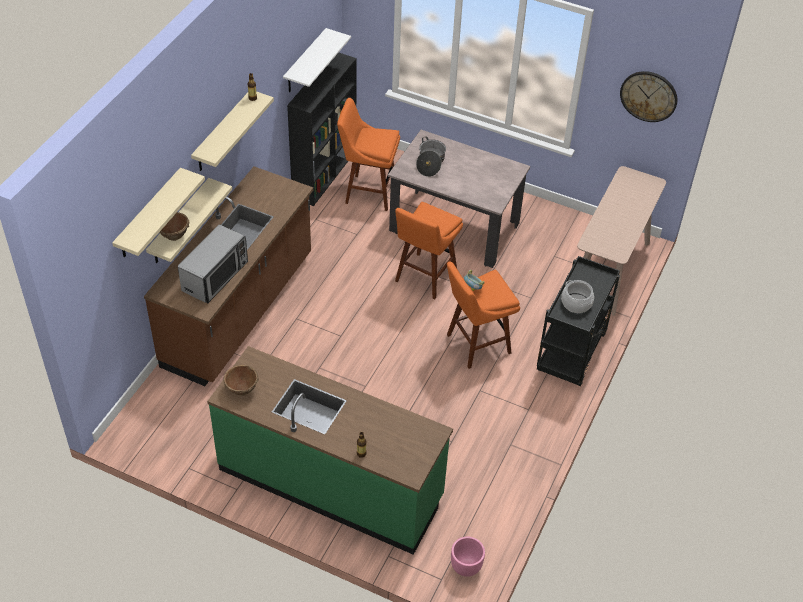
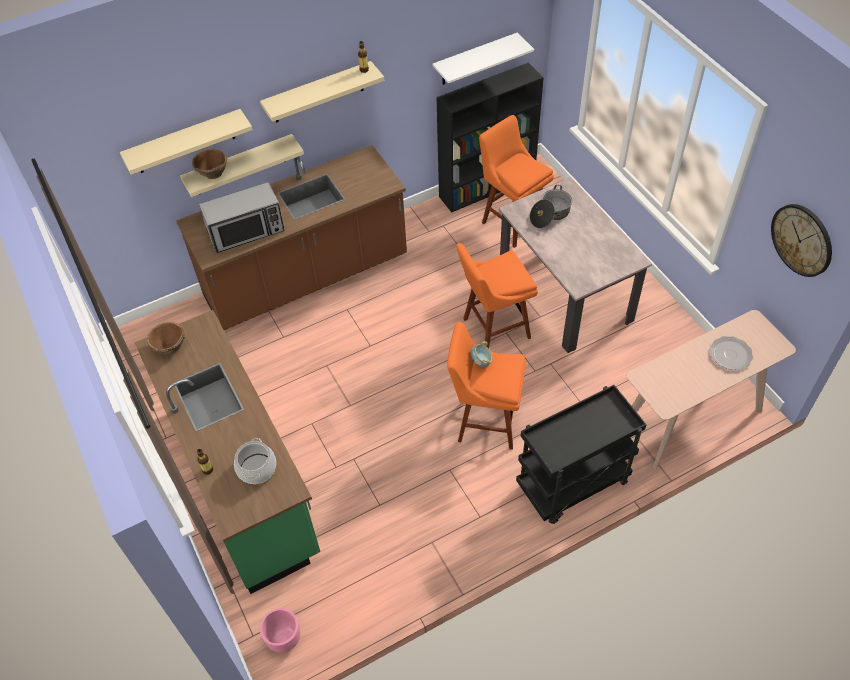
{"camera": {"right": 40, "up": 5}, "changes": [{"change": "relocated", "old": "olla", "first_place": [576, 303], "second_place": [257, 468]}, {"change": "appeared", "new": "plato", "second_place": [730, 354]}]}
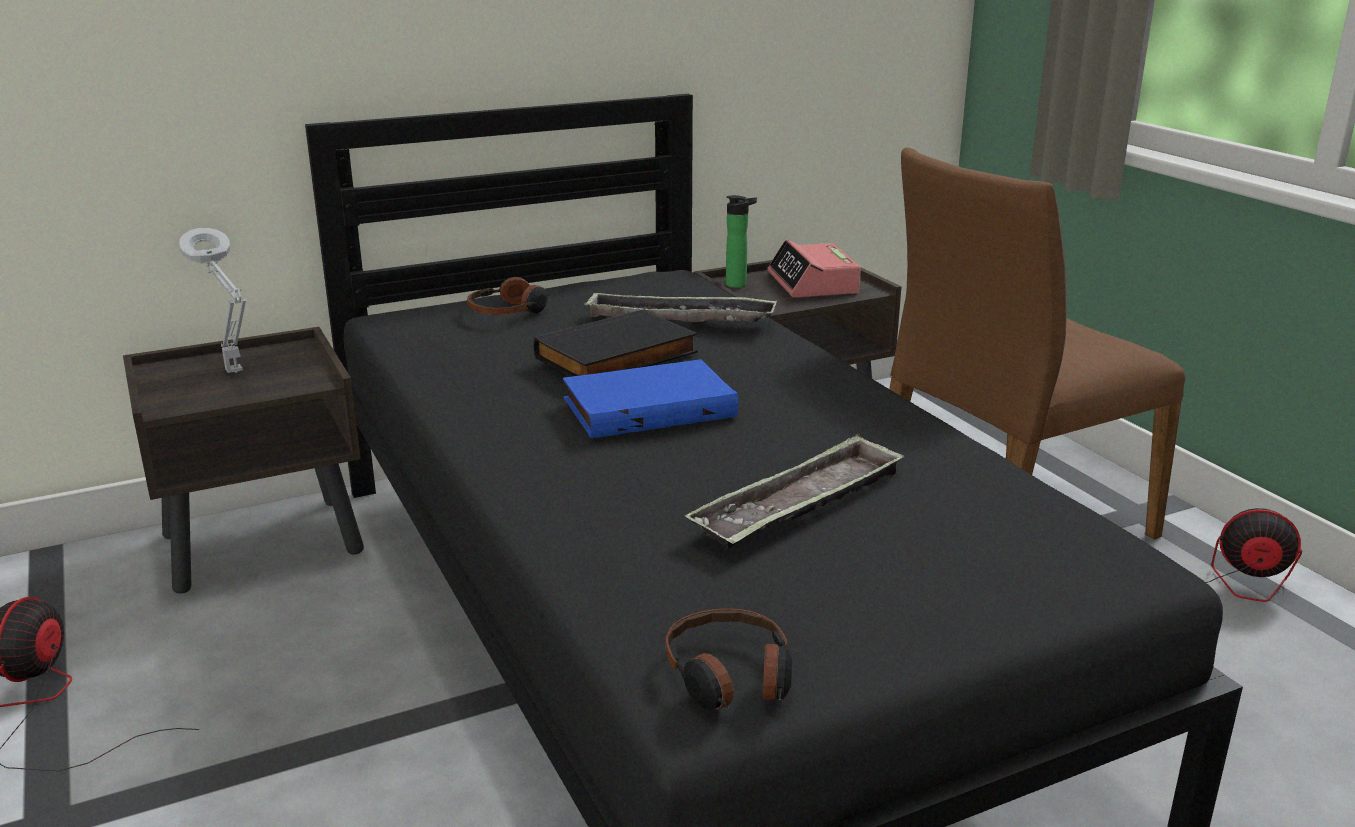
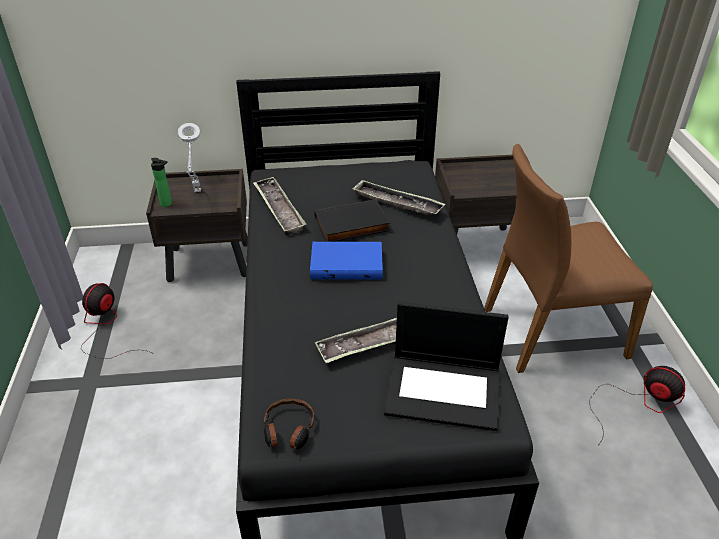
{"camera": {"right": 20, "up": 15}, "changes": [{"change": "relocated", "old": "botella", "first_place": [739, 285], "second_place": [167, 204]}, {"change": "missing", "old": "despertador", "first_place": [813, 284]}, {"change": "missing", "old": "auriculares", "first_place": [509, 311]}, {"change": "appeared", "new": "bandeja", "second_place": [279, 209]}, {"change": "appeared", "new": "portátil", "second_place": [444, 391]}]}
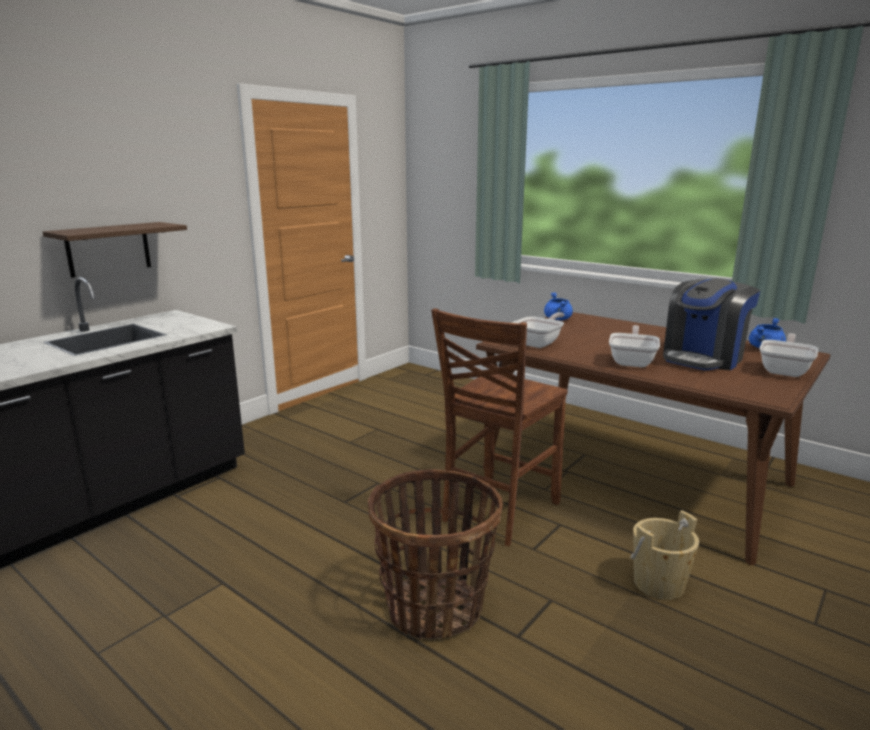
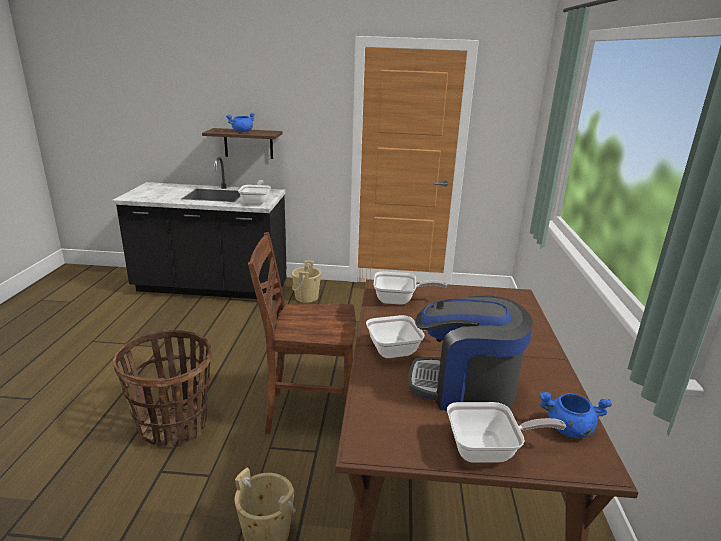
{"camera": {"right": 55, "up": 5}, "changes": [{"change": "relocated", "old": "olla [azul]", "first_place": [558, 319], "second_place": [242, 131]}, {"change": "appeared", "new": "sartén", "second_place": [256, 201]}, {"change": "appeared", "new": "cubo [beis]", "second_place": [306, 297]}]}
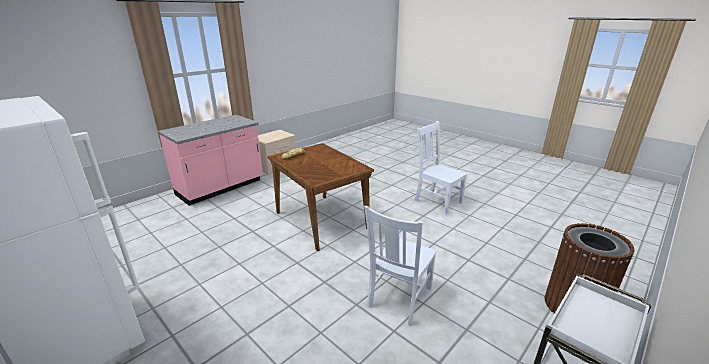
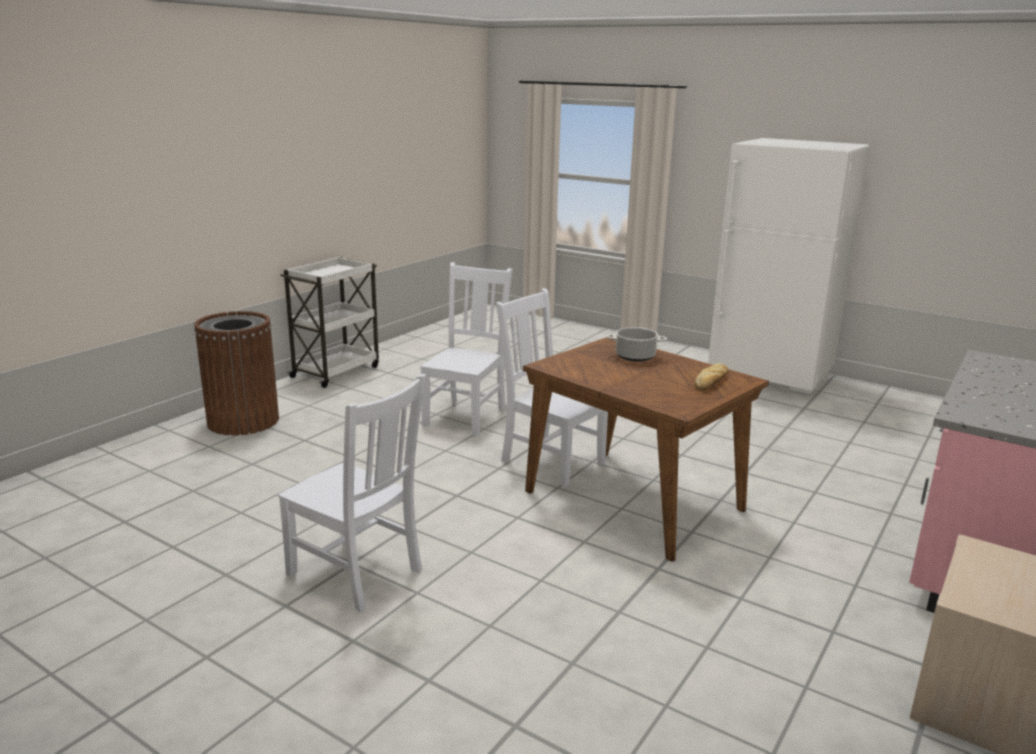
{"camera": {"right": 170, "up": -5}, "changes": [{"change": "appeared", "new": "silla [blanco]", "second_place": [550, 460]}, {"change": "appeared", "new": "olla", "second_place": [635, 356]}]}
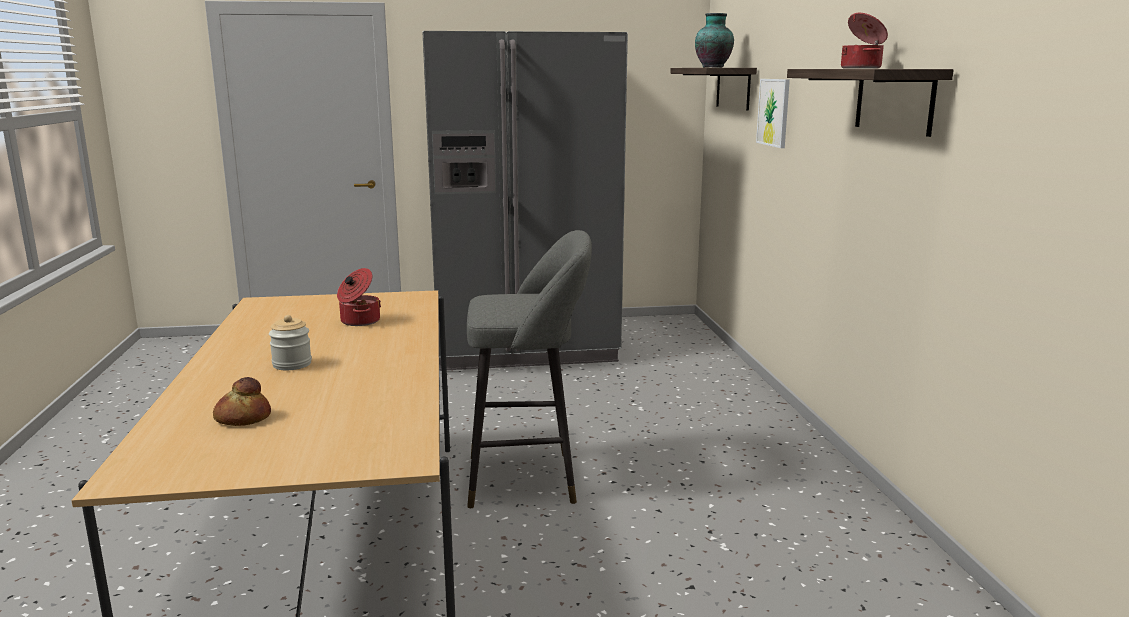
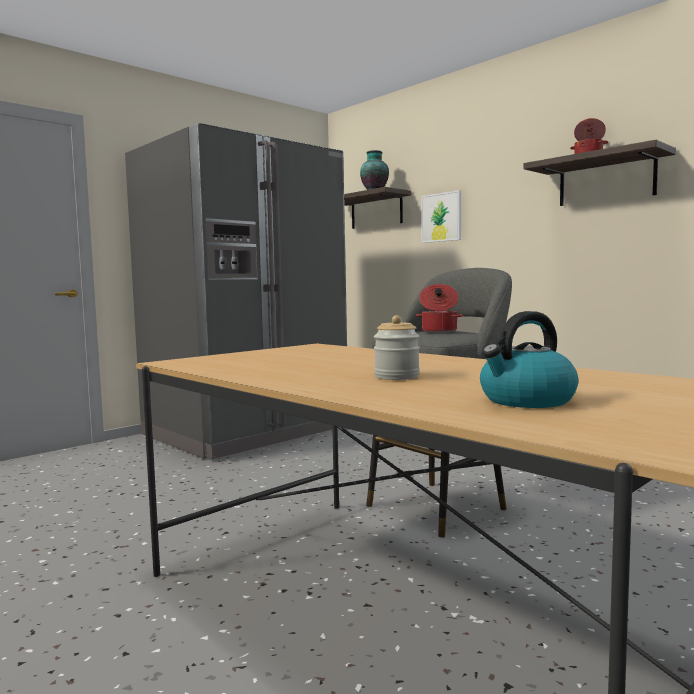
{"camera": {"right": -35, "up": -10}, "changes": [{"change": "relocated", "old": "olla", "first_place": [359, 321], "second_place": [438, 331]}, {"change": "exchanged", "old": "pan", "new": "hervidor", "first_place": [242, 418], "second_place": [526, 401]}]}
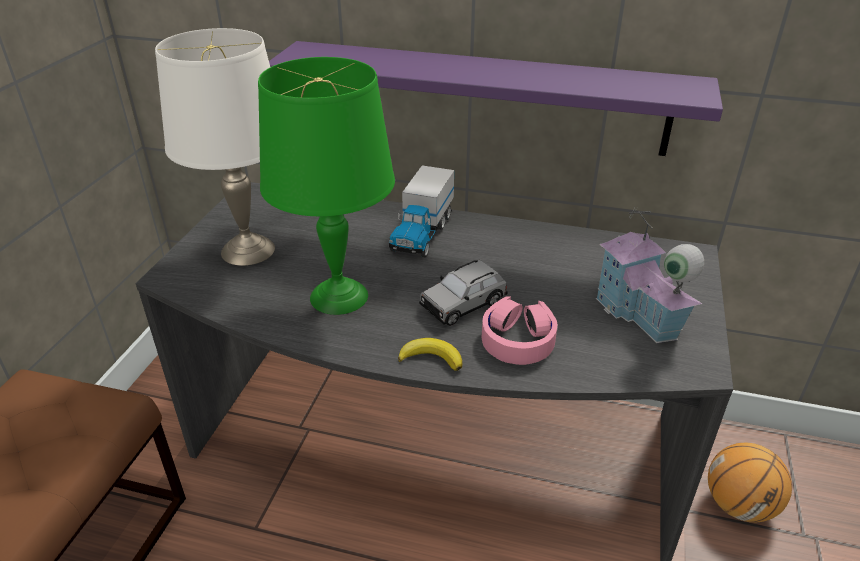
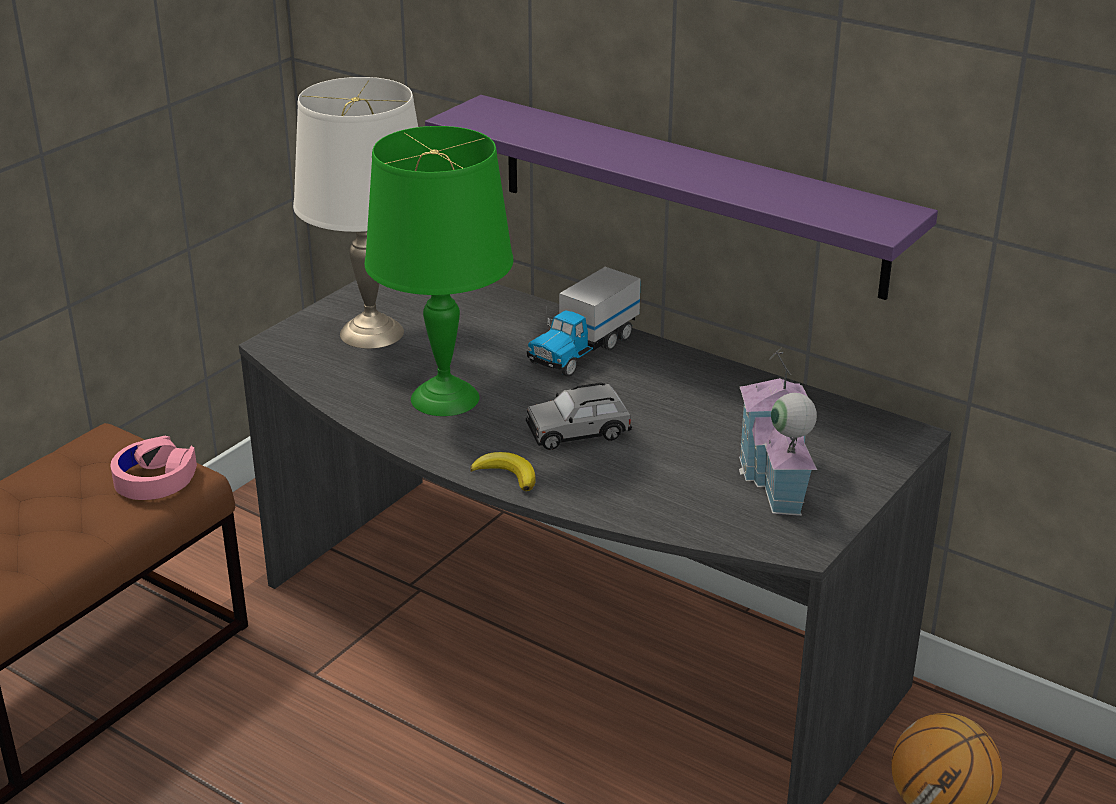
{"camera": {"right": 20, "up": -5}, "changes": [{"change": "relocated", "old": "auriculares [rosa]", "first_place": [518, 339], "second_place": [155, 479]}]}
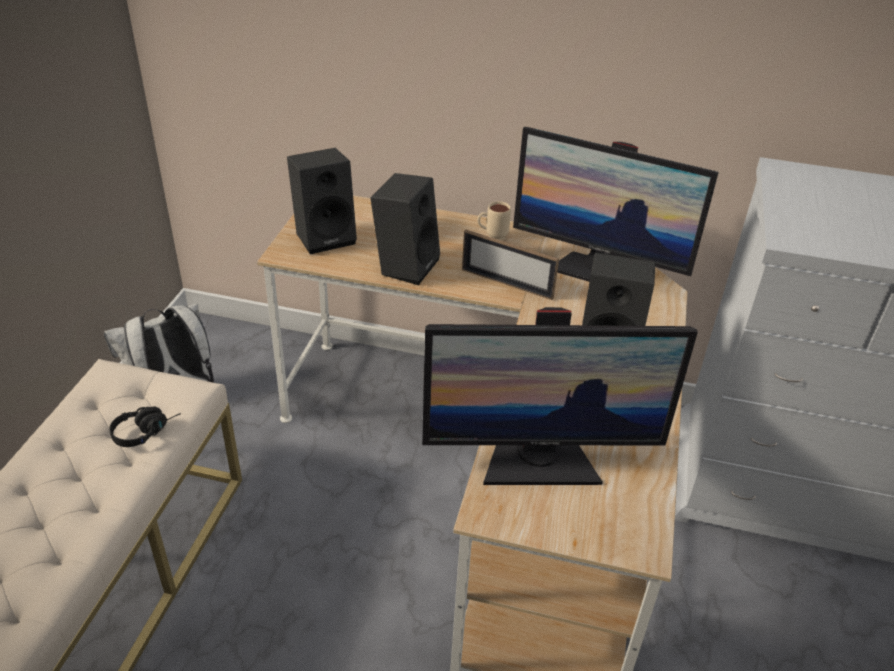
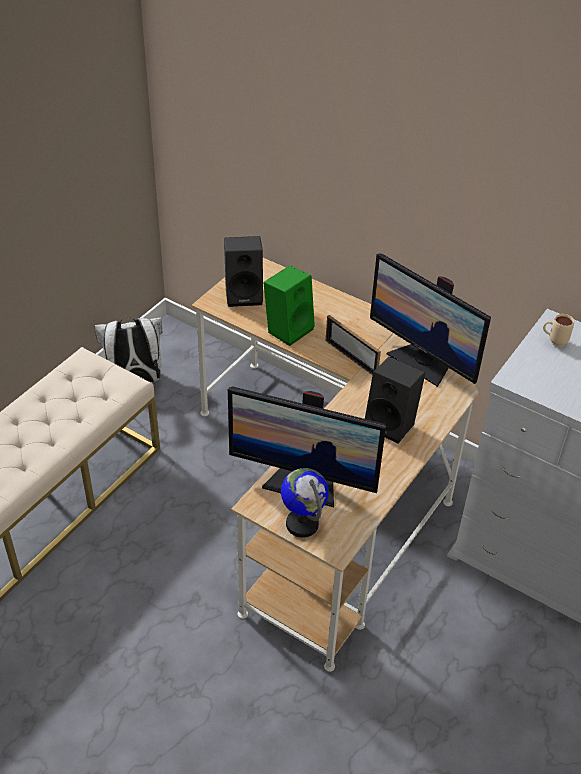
{"camera": {"right": 20, "up": 5}, "changes": [{"change": "colour", "old": "altavoz [negro]", "new": "altavoz [verde]", "first_place": [405, 265], "second_place": [288, 329]}, {"change": "relocated", "old": "taza grande [beis]", "first_place": [492, 237], "second_place": [553, 341]}, {"change": "missing", "old": "auriculares [negro]", "first_place": [146, 431]}, {"change": "appeared", "new": "globo terráqueo", "second_place": [302, 524]}]}
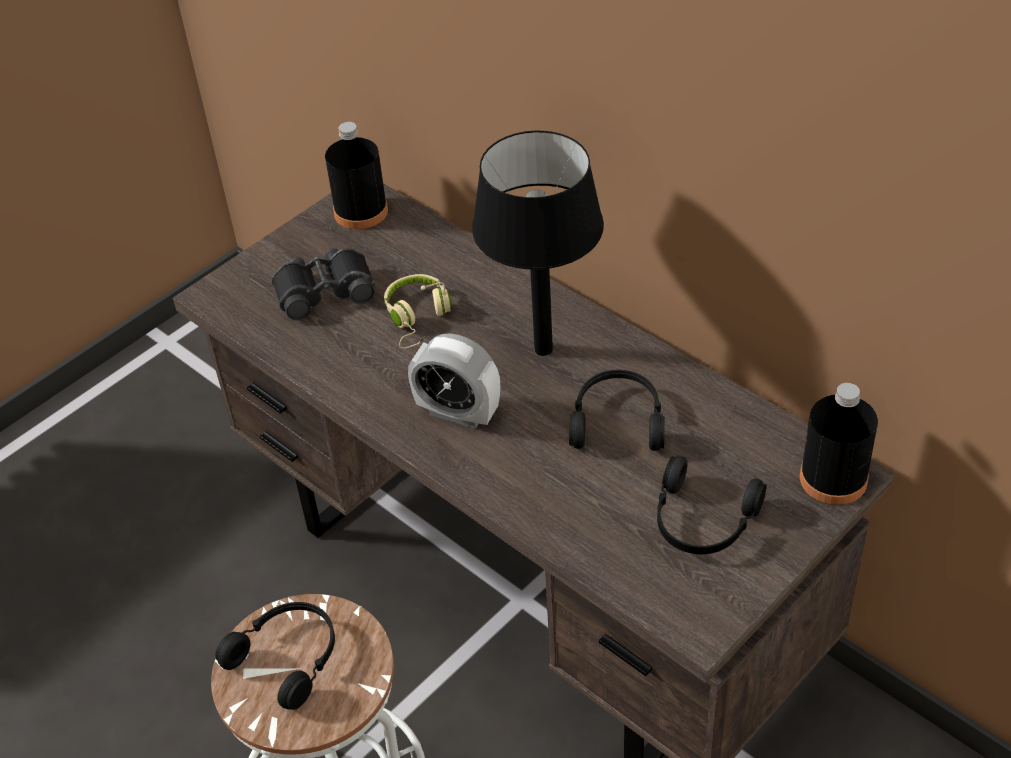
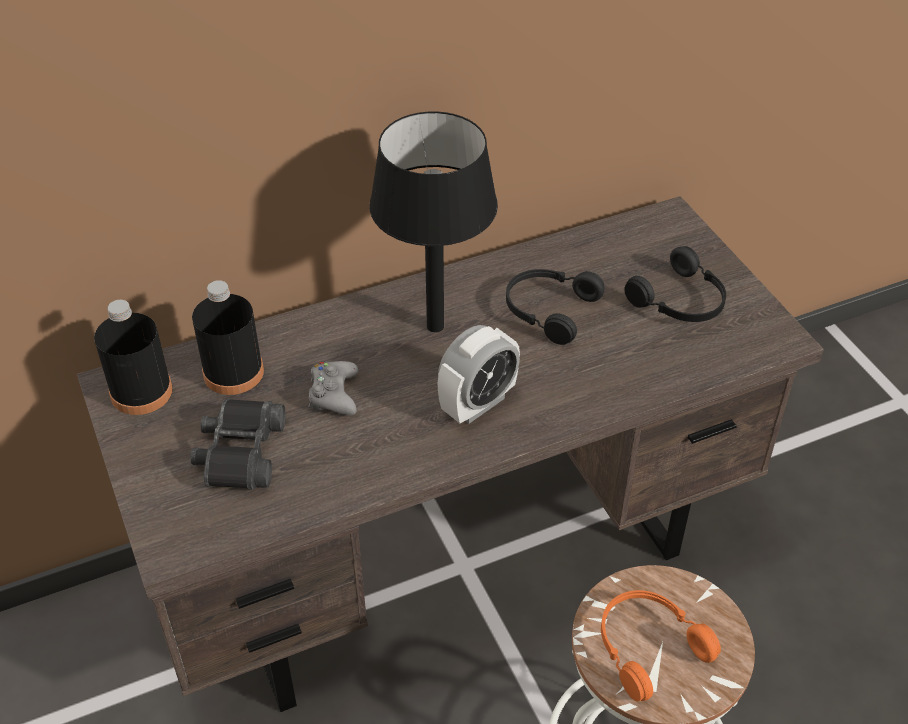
{"camera": {"right": -70, "up": 0}, "changes": [{"change": "exchanged", "old": "auriculares [beis]", "new": "mando de consola [gris]", "first_place": [418, 318], "second_place": [333, 394]}, {"change": "relocated", "old": "botella [negro]", "first_place": [833, 479], "second_place": [233, 372]}, {"change": "colour", "old": "auriculares [negro]", "new": "auriculares [naranja]", "first_place": [288, 657], "second_place": [647, 647]}]}
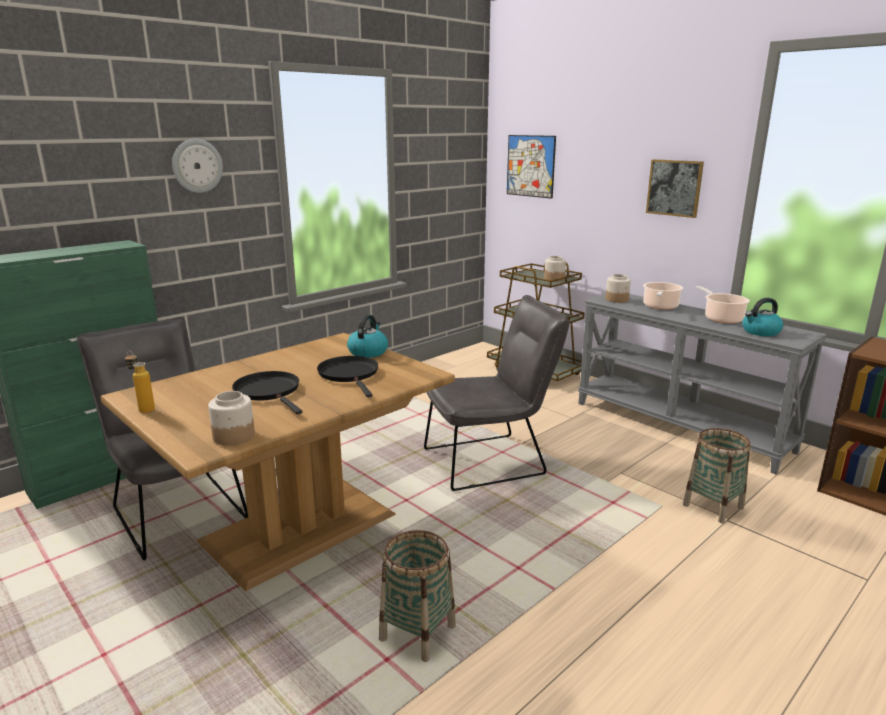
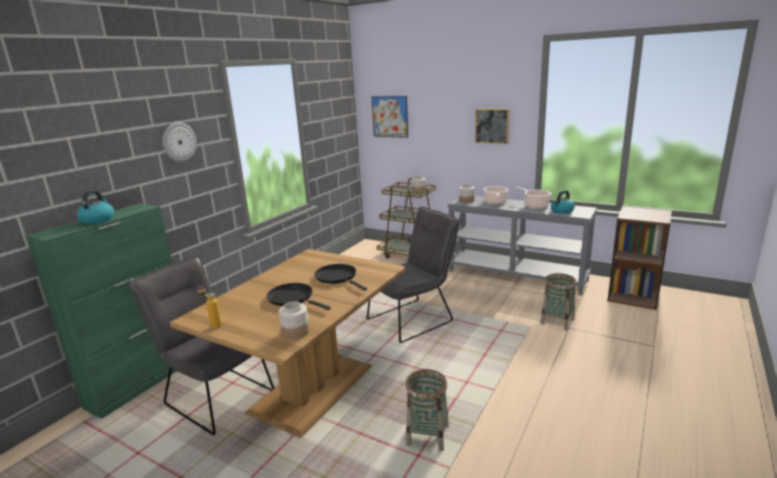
{"camera": {"right": -15, "up": 0}, "changes": [{"change": "relocated", "old": "hervidor", "first_place": [368, 352], "second_place": [98, 220]}]}
